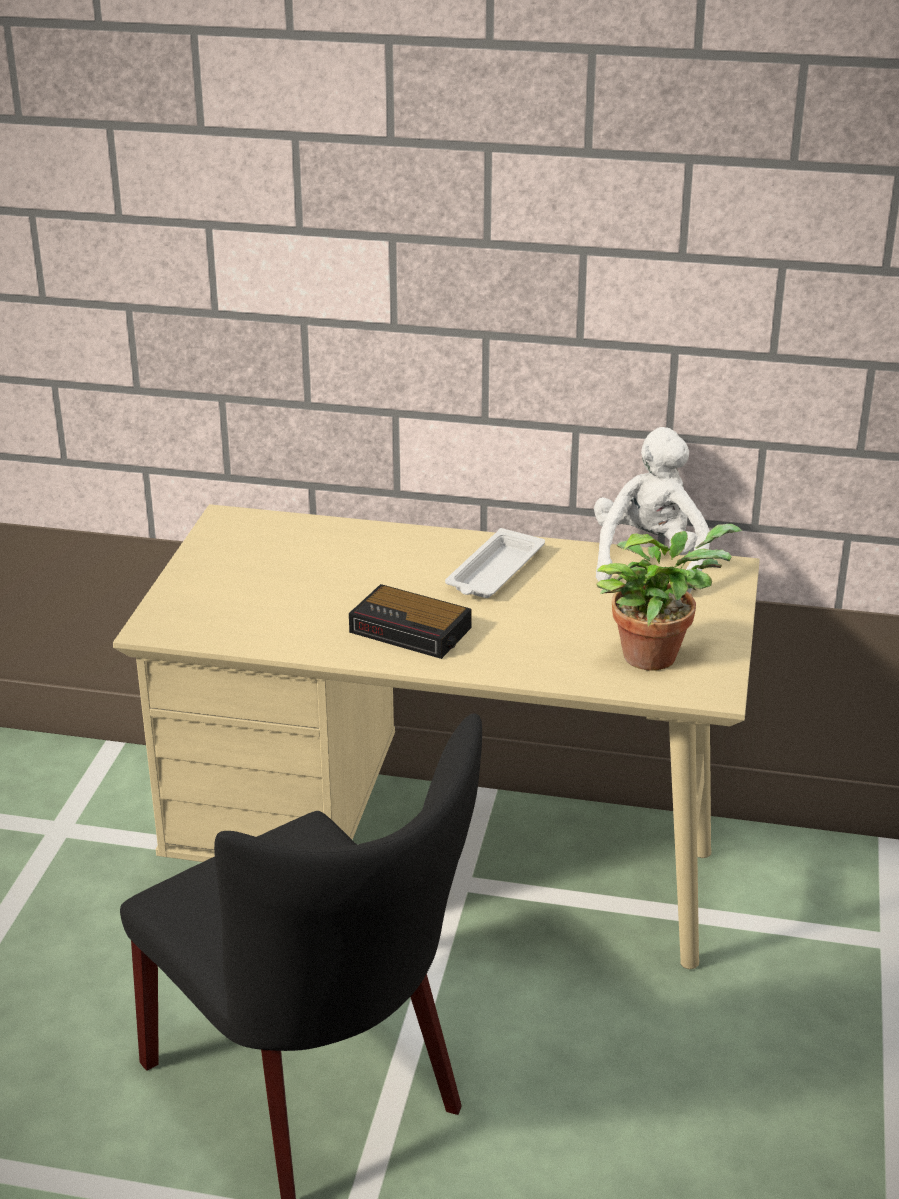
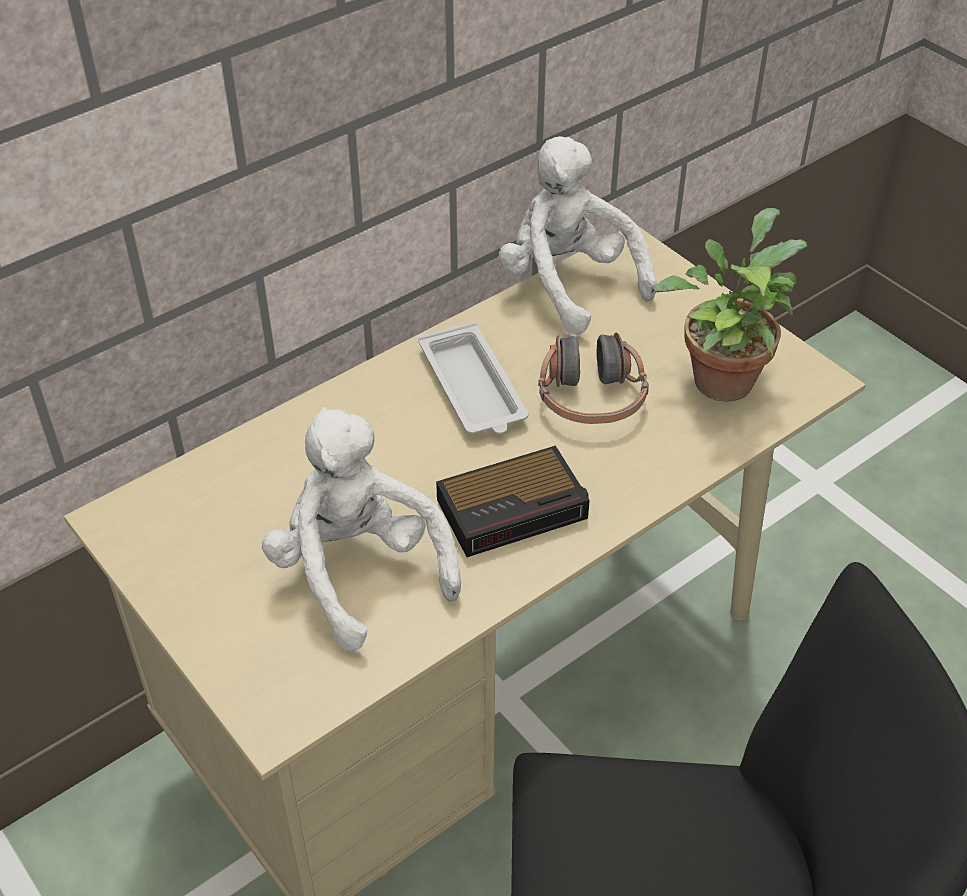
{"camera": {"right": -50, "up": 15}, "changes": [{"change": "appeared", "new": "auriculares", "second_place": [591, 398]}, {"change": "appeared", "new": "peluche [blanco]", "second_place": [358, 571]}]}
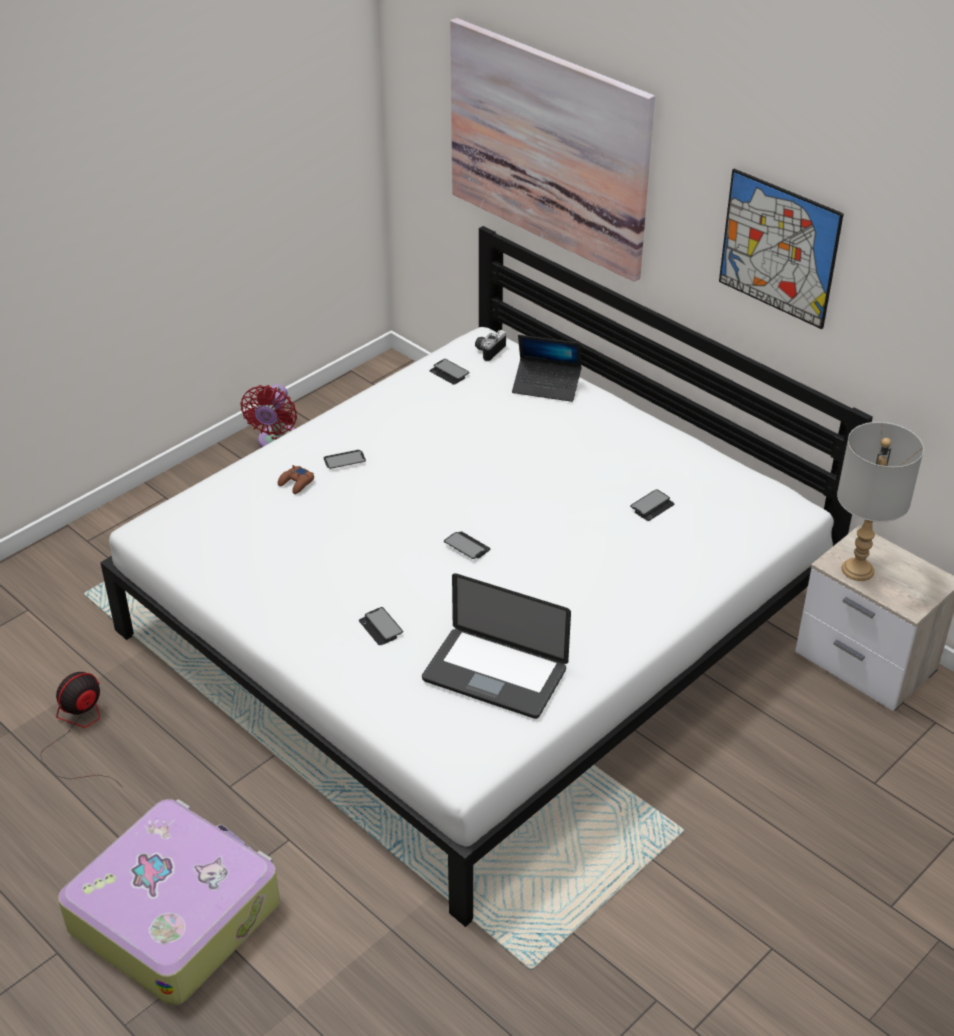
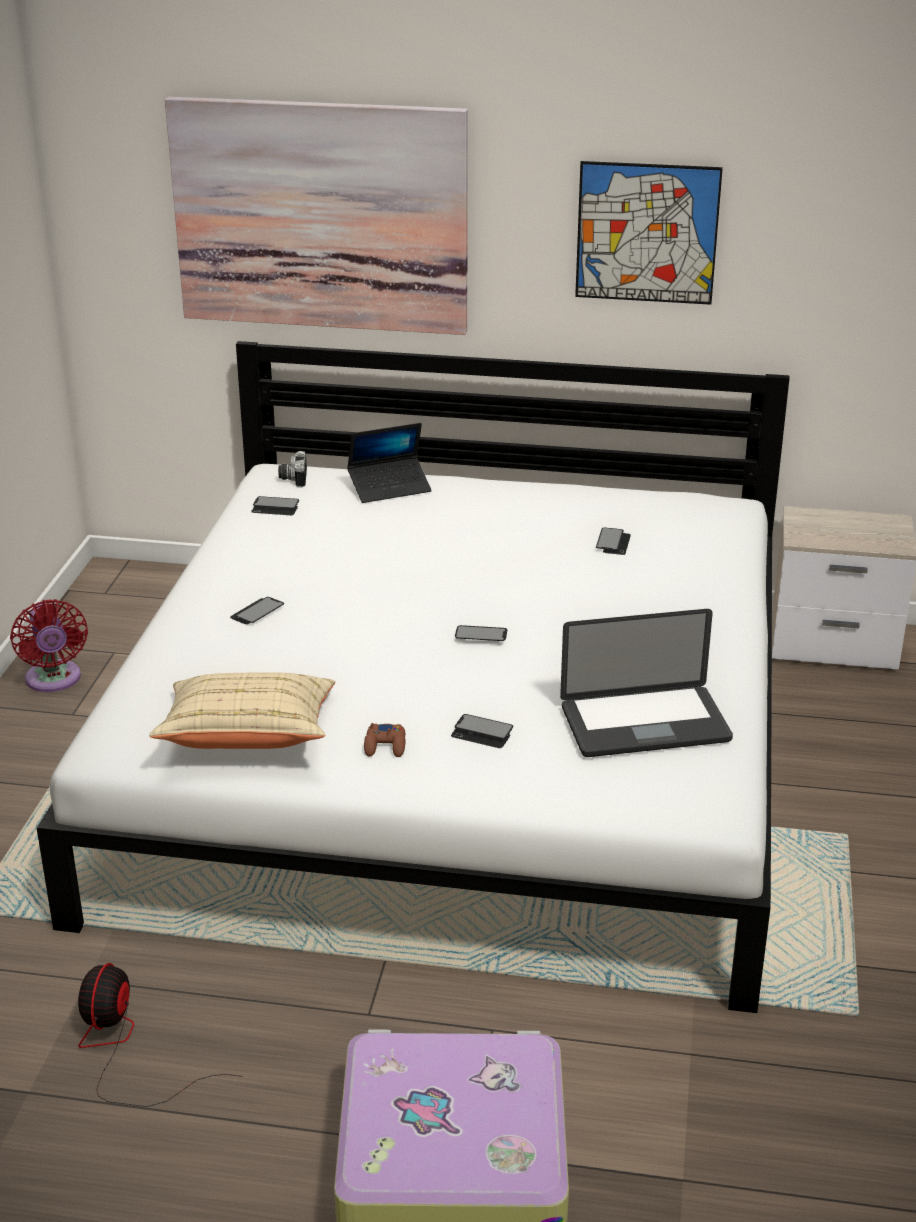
{"camera": {"right": -35, "up": -10}, "changes": [{"change": "missing", "old": "lámpara de mesa [gris]", "first_place": [858, 570]}, {"change": "relocated", "old": "mando de consola [marrón]", "first_place": [296, 483], "second_place": [385, 746]}, {"change": "appeared", "new": "cojín [beis]", "second_place": [248, 738]}]}
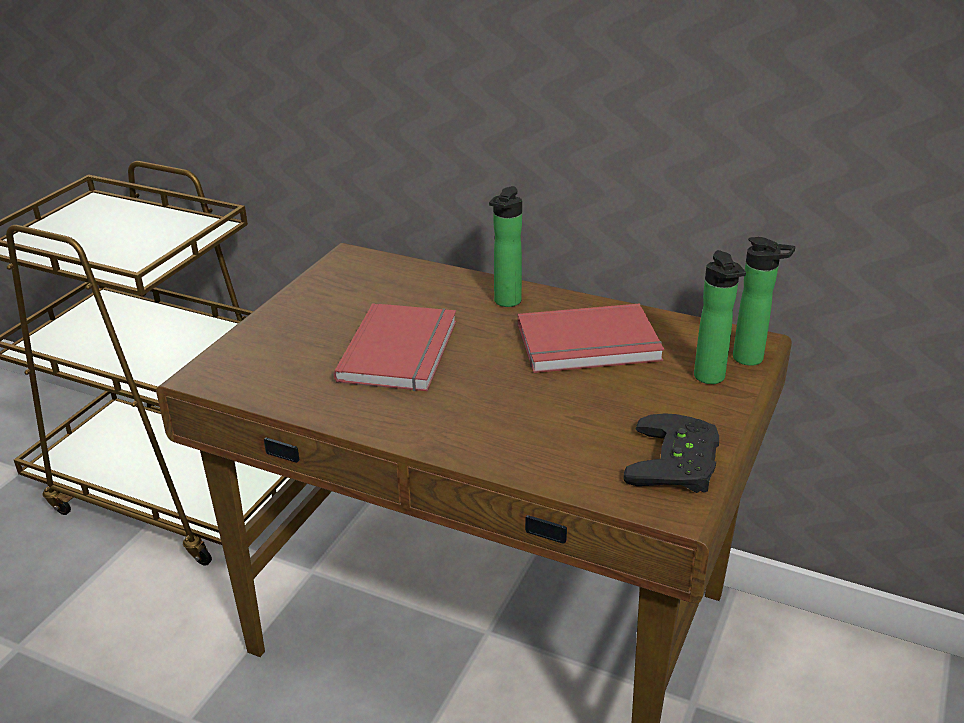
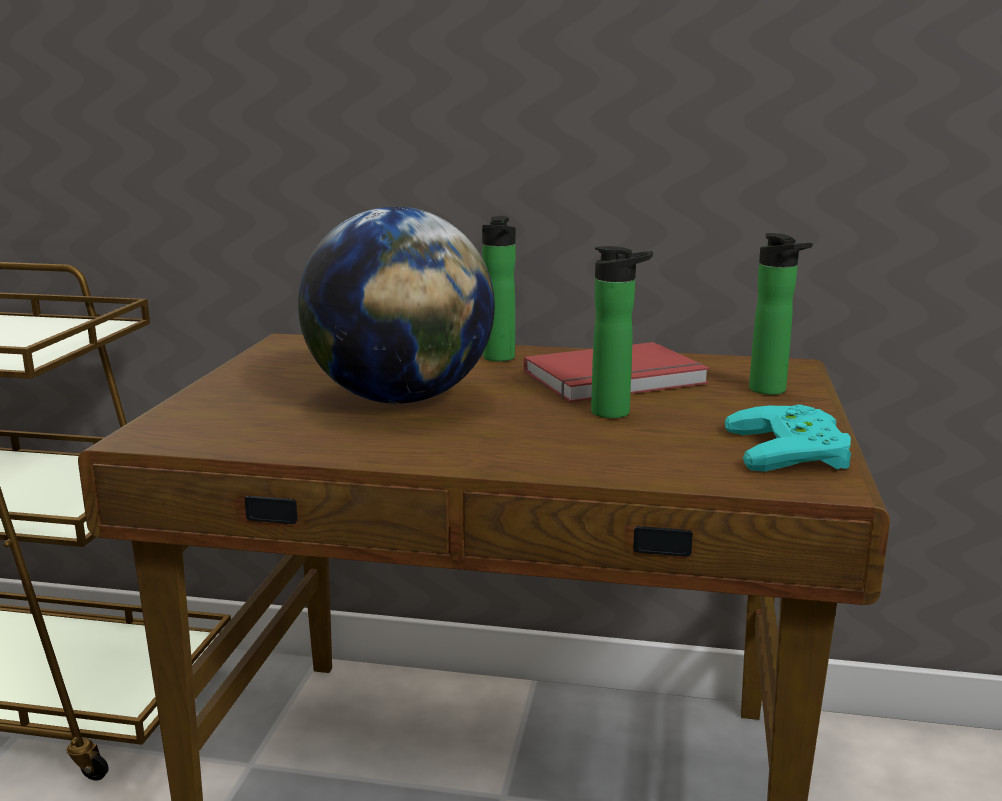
{"camera": {"right": -15, "up": -15}, "changes": [{"change": "relocated", "old": "botella", "first_place": [752, 359], "second_place": [616, 413]}, {"change": "exchanged", "old": "libro [rojo]", "new": "globo terráqueo", "first_place": [403, 351], "second_place": [400, 399]}, {"change": "colour", "old": "mando de consola [negro]", "new": "mando de consola [turquesa]", "first_place": [679, 463], "second_place": [796, 450]}]}
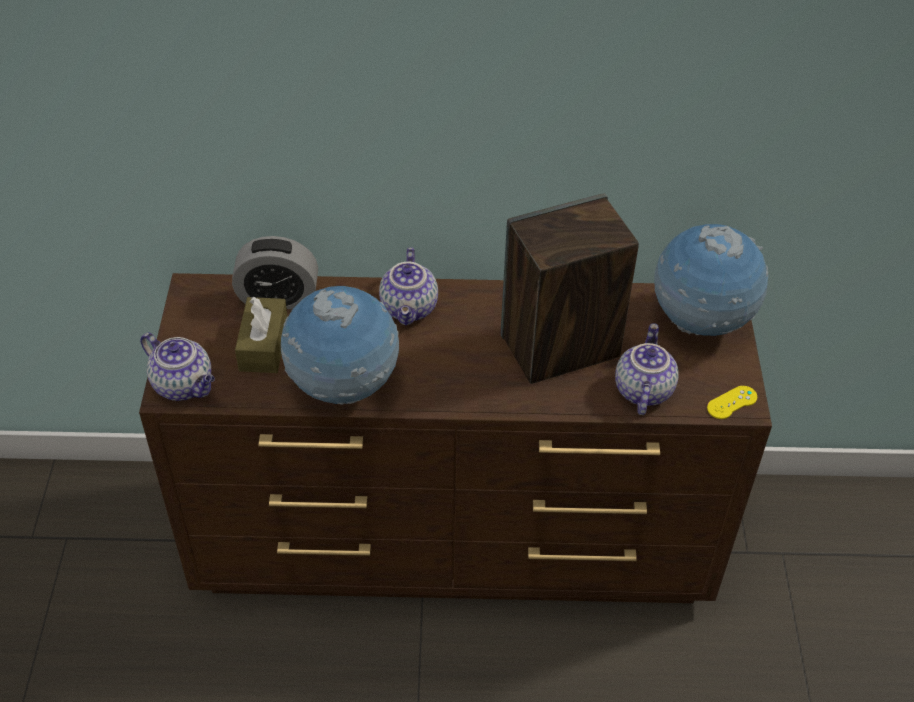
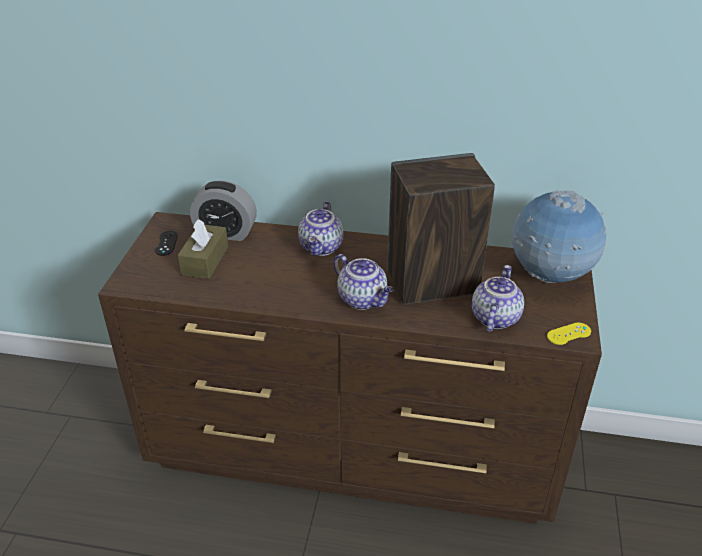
{"camera": {"right": 10, "up": -10}, "changes": [{"change": "missing", "old": "globo terráqueo", "first_place": [343, 387]}, {"change": "relocated", "old": "tetera", "first_place": [184, 385], "second_place": [363, 300]}, {"change": "appeared", "new": "mando de consola [negro]", "second_place": [166, 243]}]}
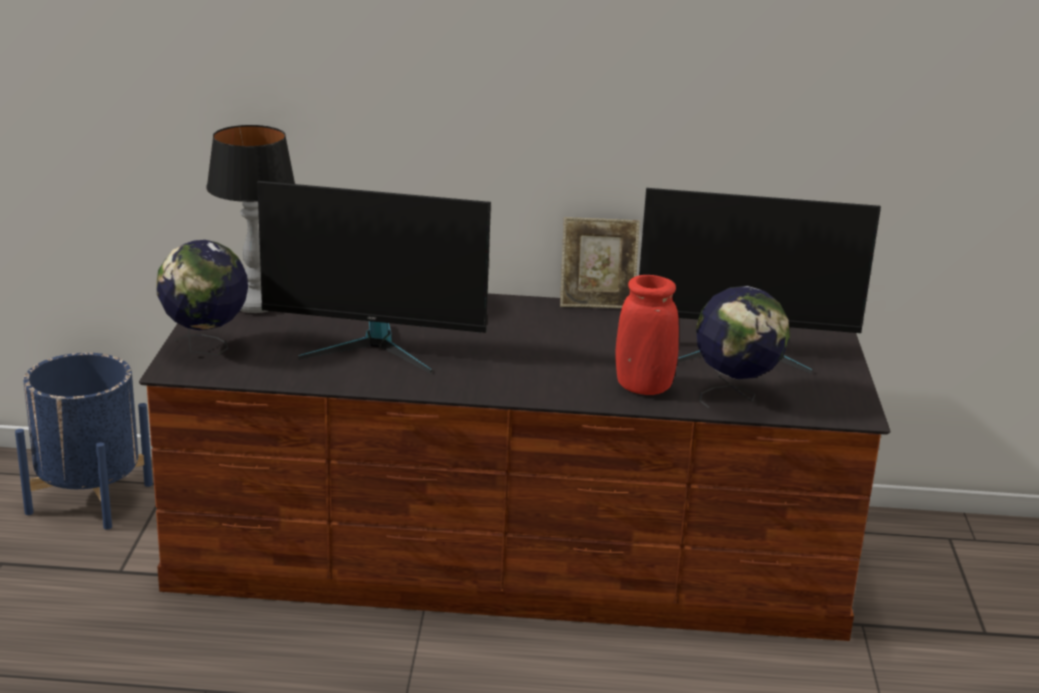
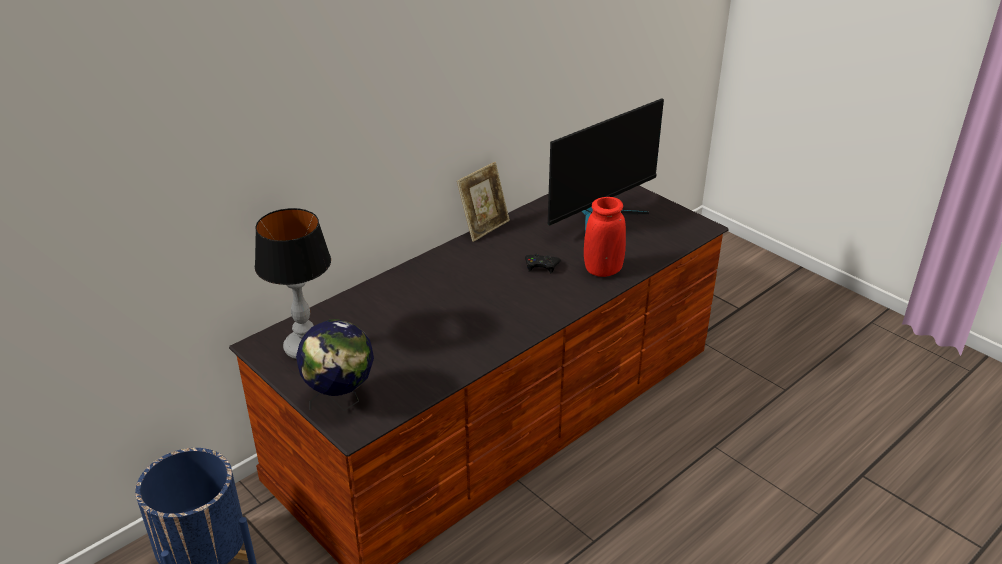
{"camera": {"right": -45, "up": 10}, "changes": [{"change": "missing", "old": "monitor", "first_place": [375, 348]}, {"change": "missing", "old": "globo terráqueo", "first_place": [735, 396]}, {"change": "appeared", "new": "mando de consola [negro]", "second_place": [541, 266]}]}
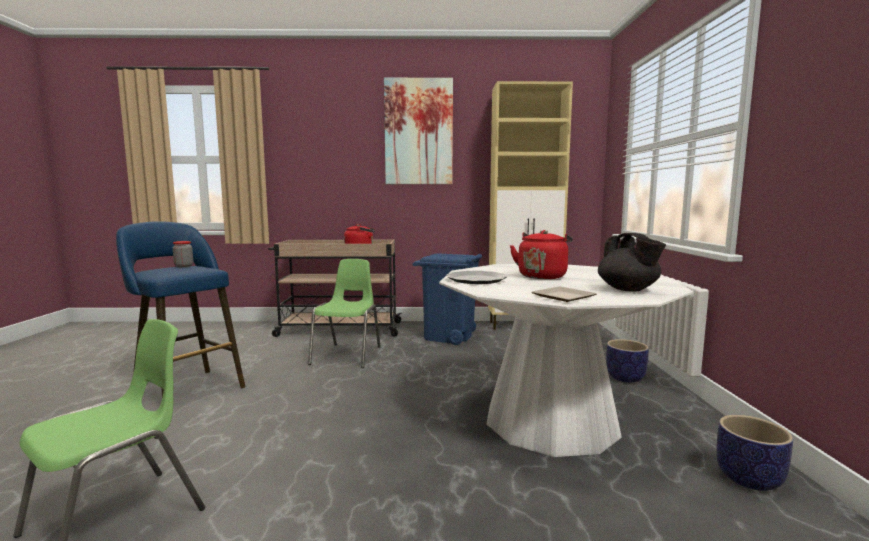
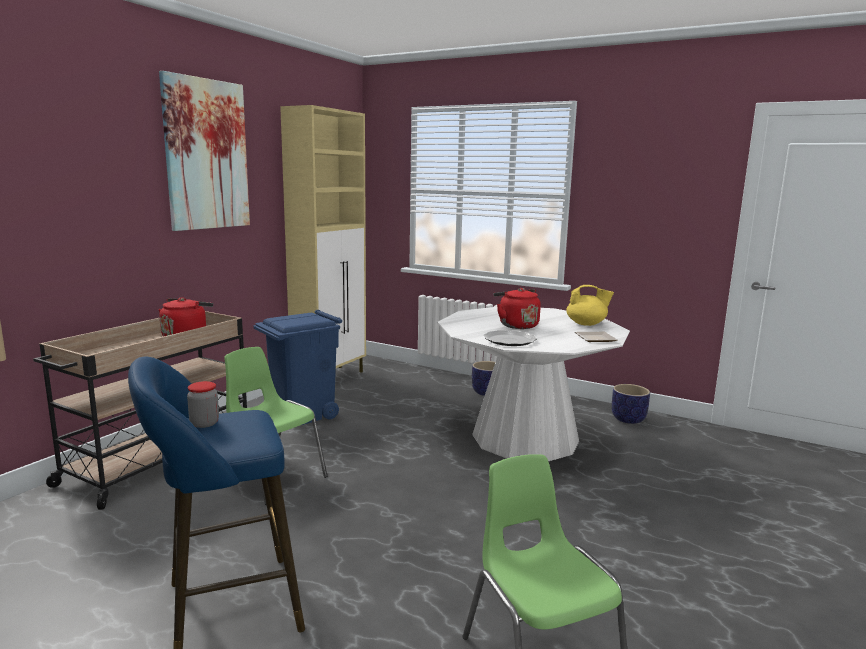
{"camera": {"right": -60, "up": 5}, "changes": [{"change": "colour", "old": "tetera [negro]", "new": "tetera [amarillo]", "first_place": [628, 290], "second_place": [587, 324]}]}
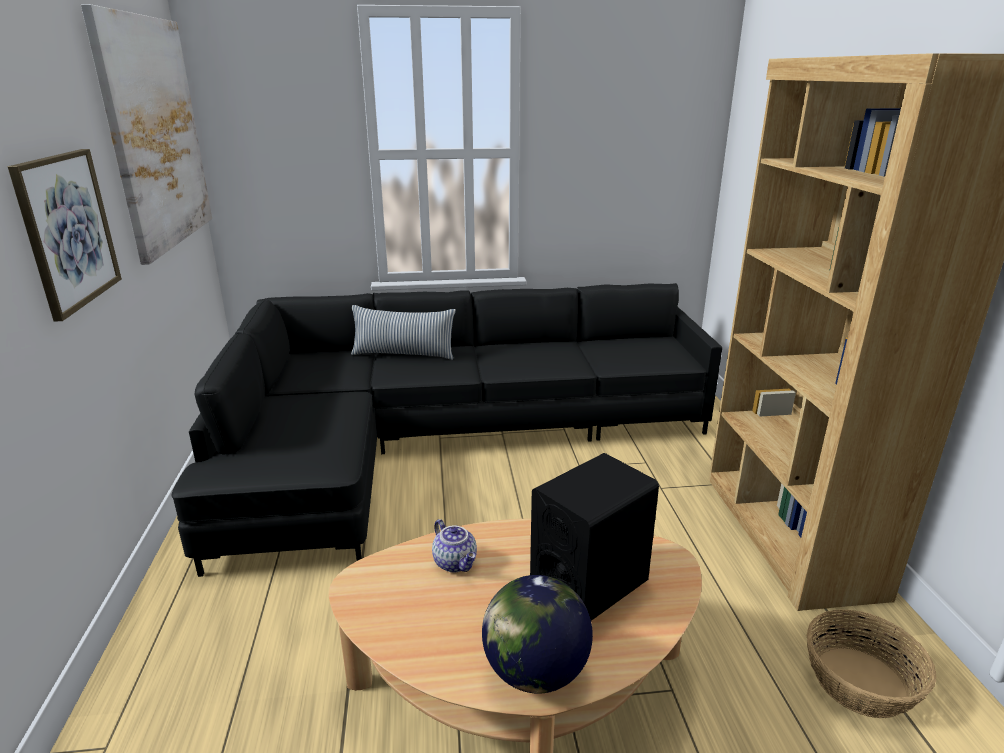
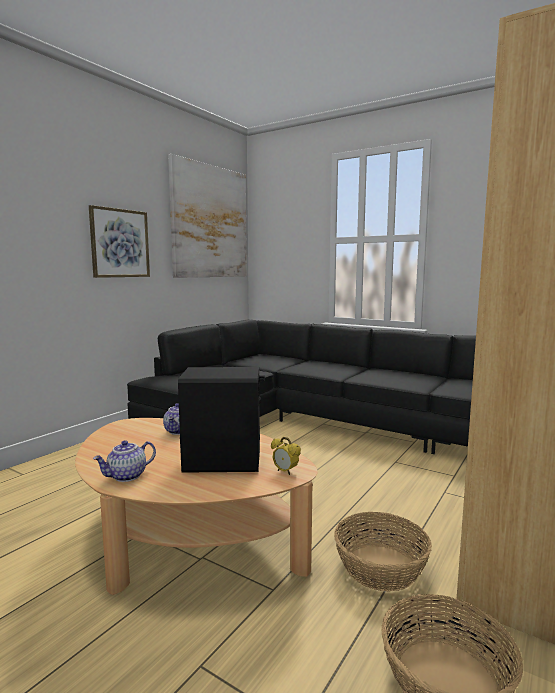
{"camera": {"right": 40, "up": -15}, "changes": [{"change": "missing", "old": "cojín", "first_place": [403, 354]}, {"change": "exchanged", "old": "globo terráqueo", "new": "tetera", "first_place": [536, 672], "second_place": [127, 476]}, {"change": "appeared", "new": "despertador", "second_place": [285, 472]}, {"change": "appeared", "new": "cesta", "second_place": [381, 567]}]}
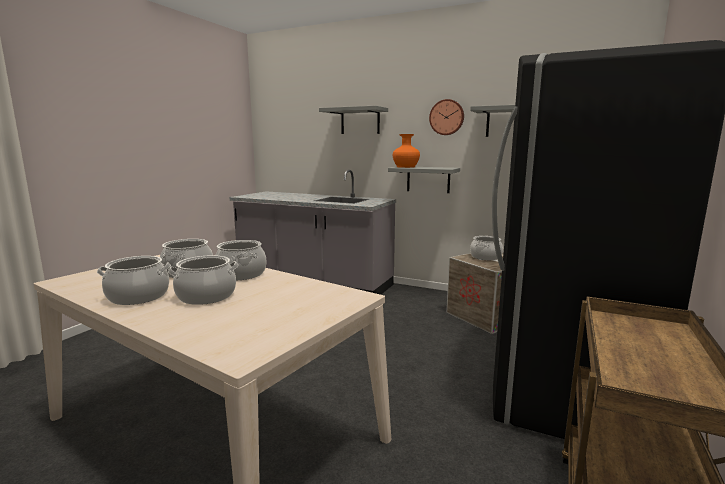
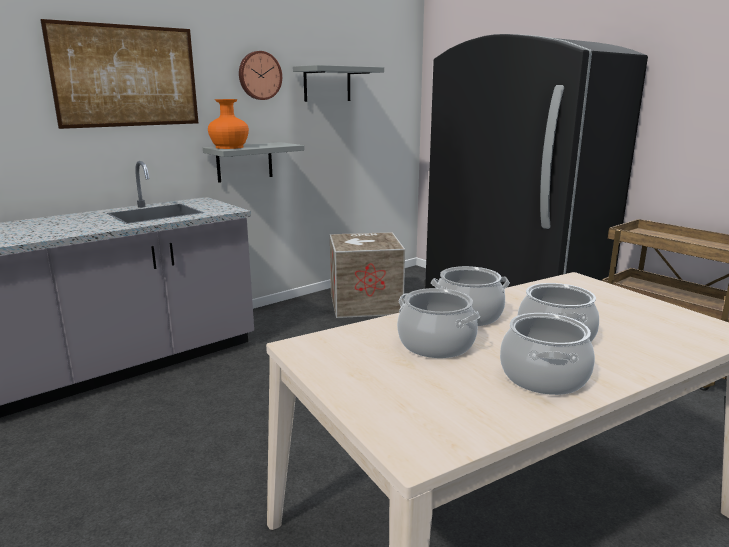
{"camera": {"right": -65, "up": 5}, "changes": [{"change": "exchanged", "old": "estante [gris]", "new": "cuadro", "first_place": [360, 121], "second_place": [127, 76]}, {"change": "missing", "old": "olla", "first_place": [485, 257]}]}
